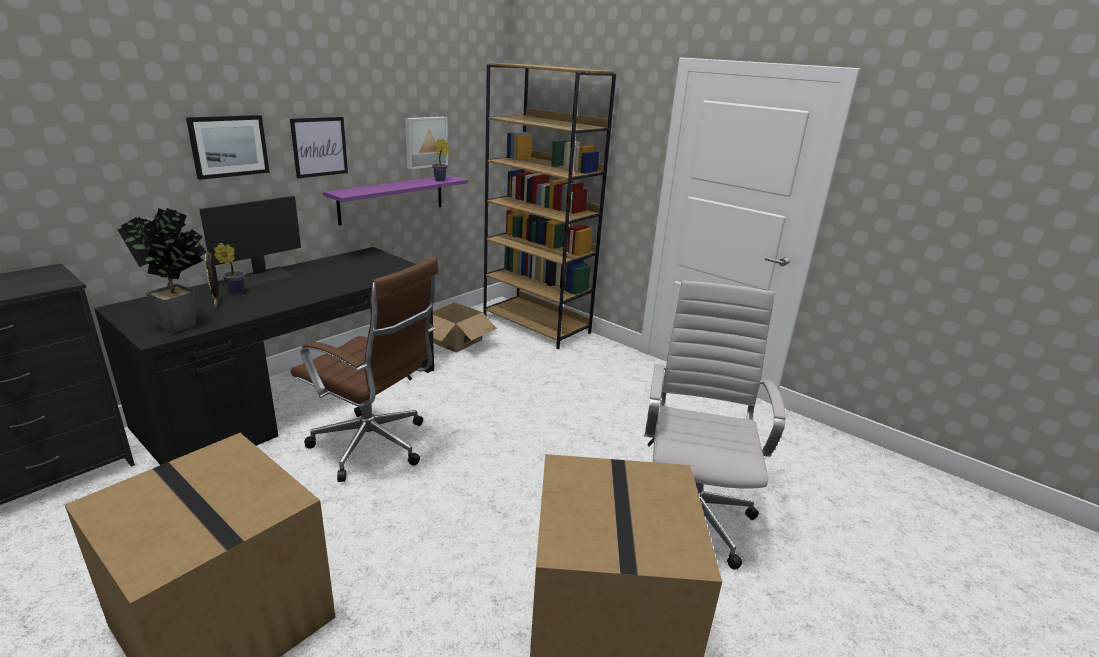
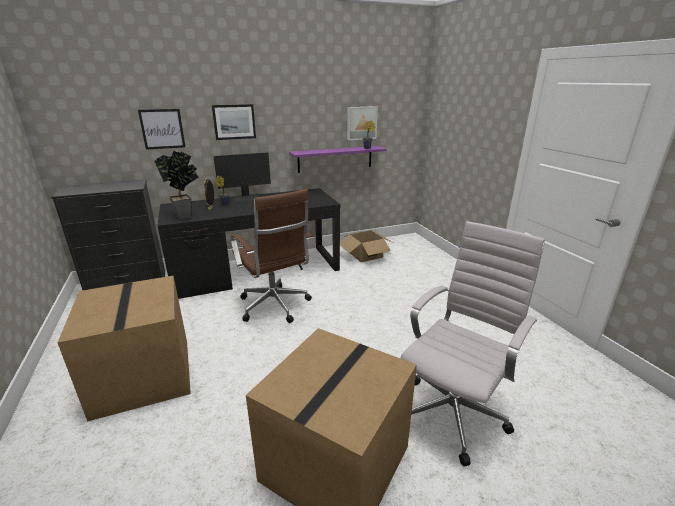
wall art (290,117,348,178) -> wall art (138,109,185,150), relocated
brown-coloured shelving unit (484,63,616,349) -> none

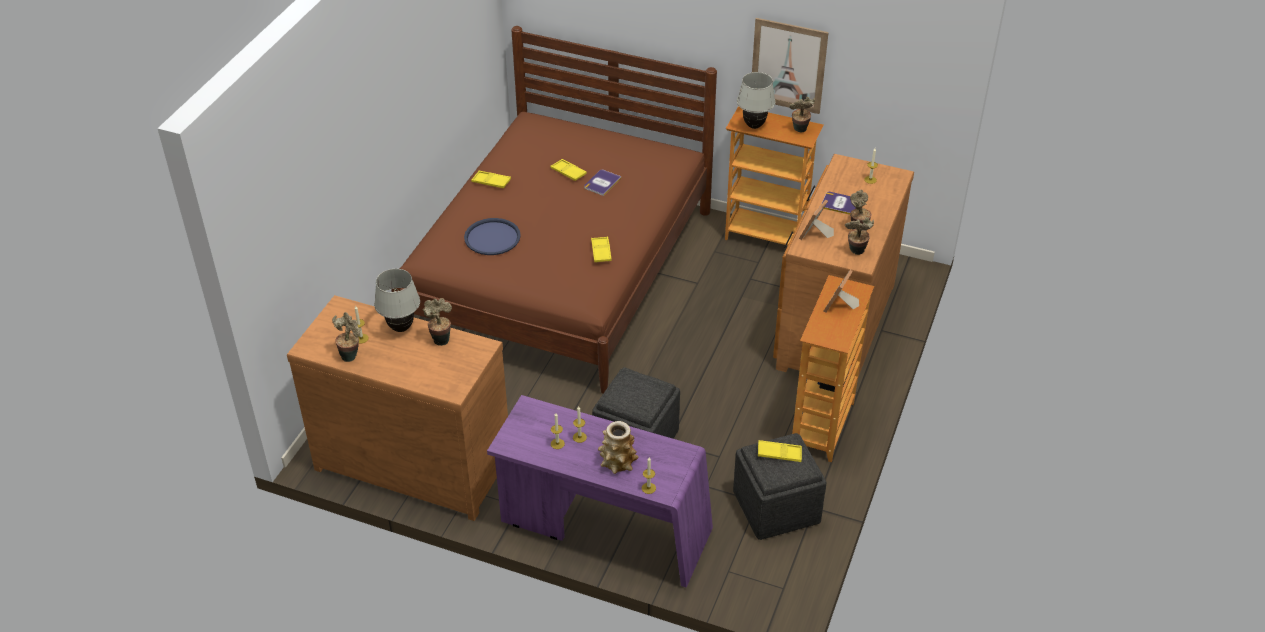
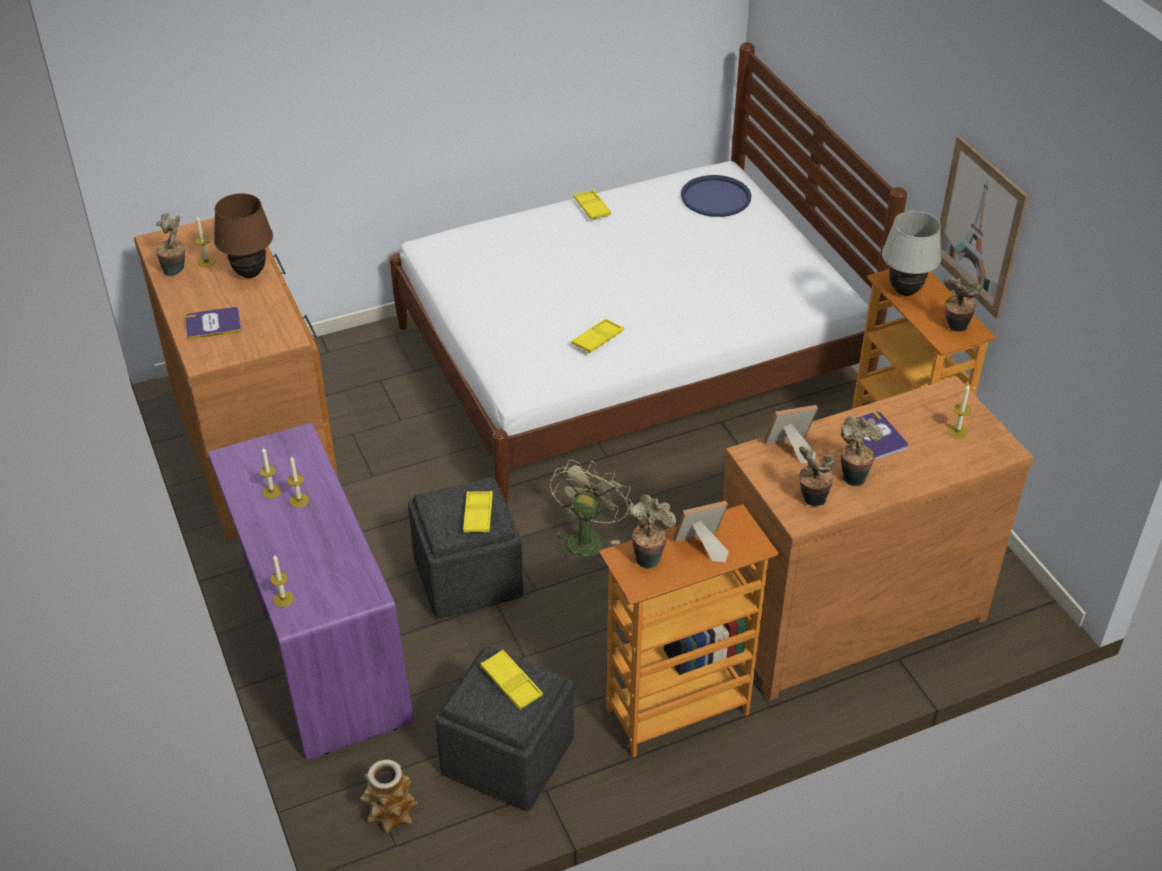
white tabletop lamp (374,269,420,332) -> brown-coloured tabletop lamp (214,193,273,278)
brown-coloured bedroom bed (391,26,717,394) -> white bedroom bed (390,42,907,506)
houseplant (423,298,452,346) -> houseplant (630,494,676,569), relocated
blue serving tray (464,218,521,255) -> blue serving tray (681,175,751,217), relocated
yellow serving tray (550,159,587,181) -> yellow serving tray (463,491,493,533), relocated
volume (584,170,621,196) -> volume (185,307,242,340), relocated
flower vase (598,421,639,474) -> flower vase (360,760,418,833), relocated
none -> greenish fan (550,460,631,563)

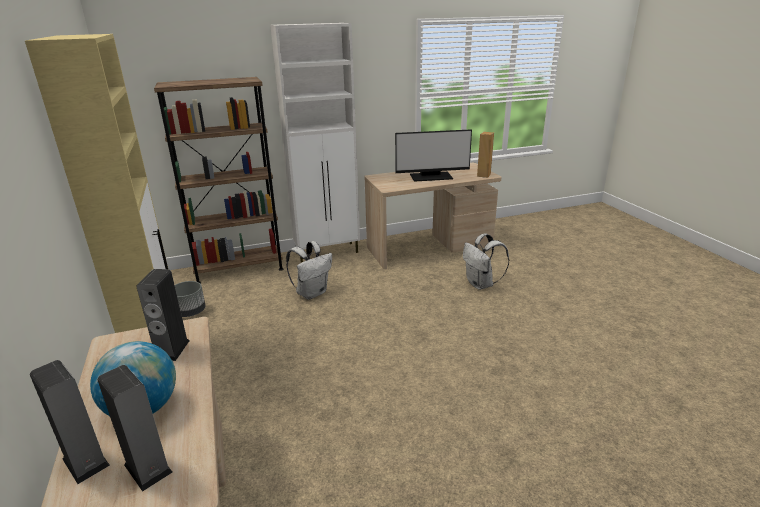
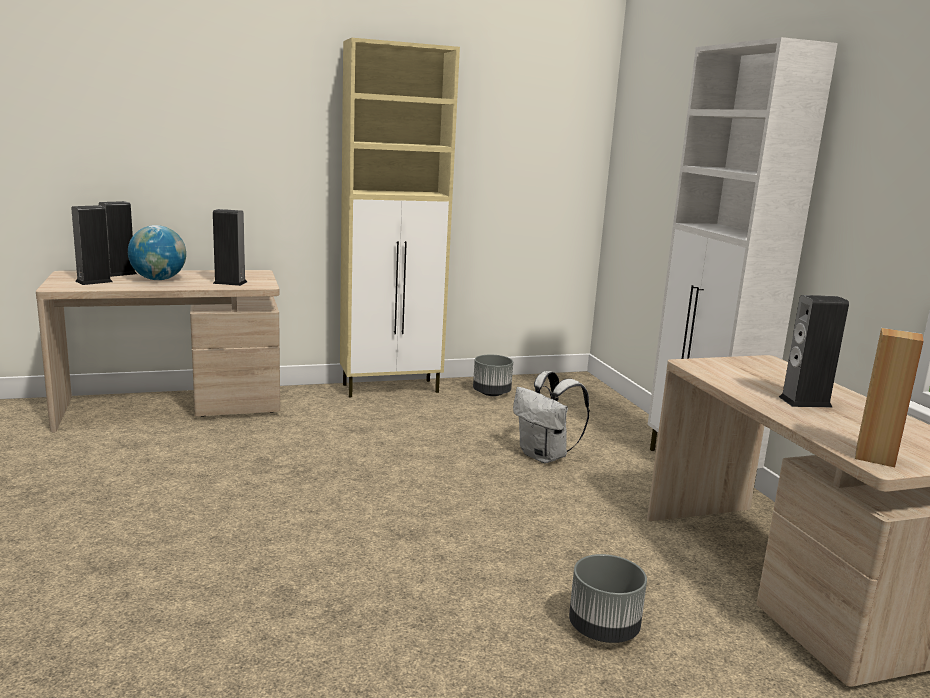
brown-coloured shelving unit (154,77,284,284) -> none
computer screen (395,129,472,182) -> audio speaker (779,295,849,407)
white backpack (463,233,509,290) -> grey planter (569,554,647,643)

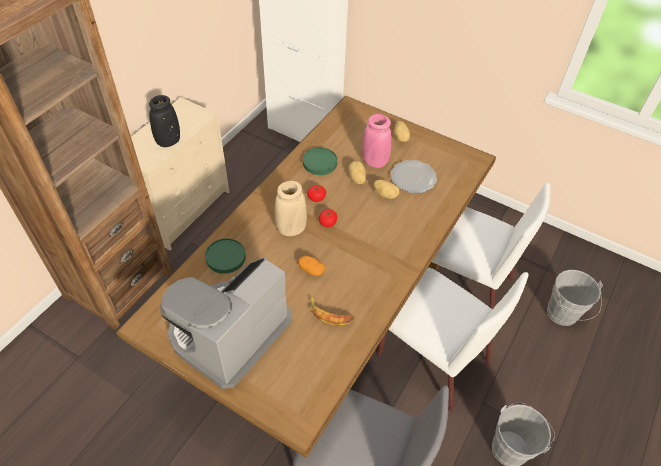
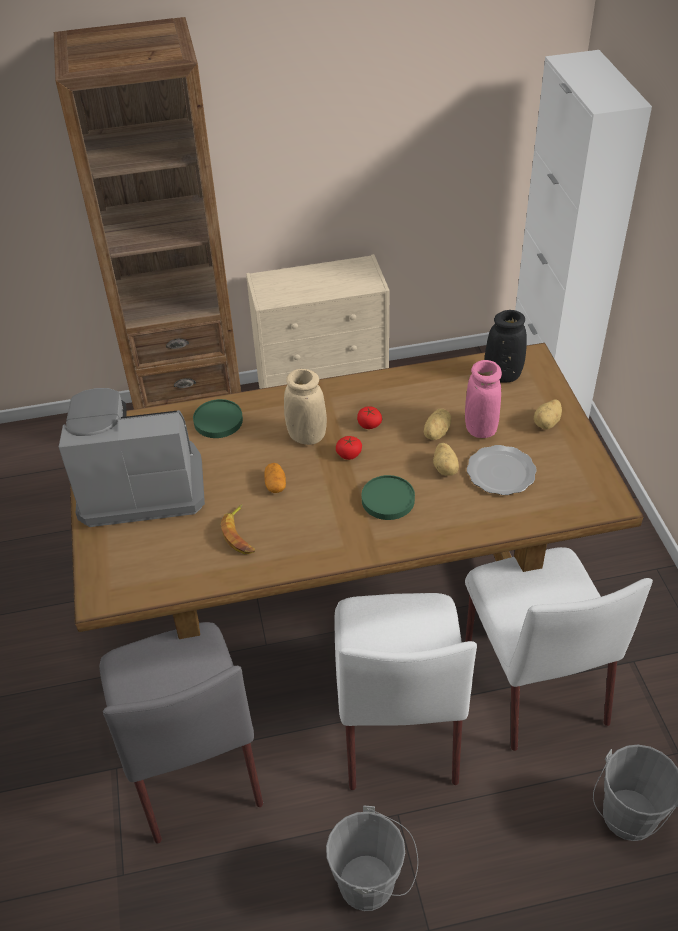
blackish flower vase (149,95,180,147) -> blackish flower vase (485,310,527,382), relocated
greenish dinner plate (303,147,337,175) -> greenish dinner plate (362,475,415,520), relocated

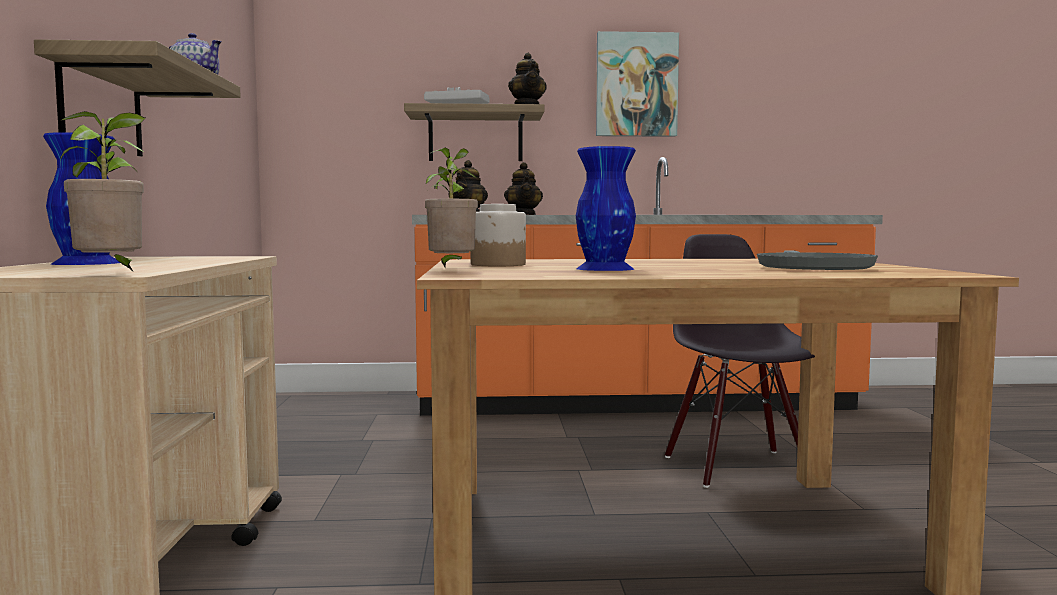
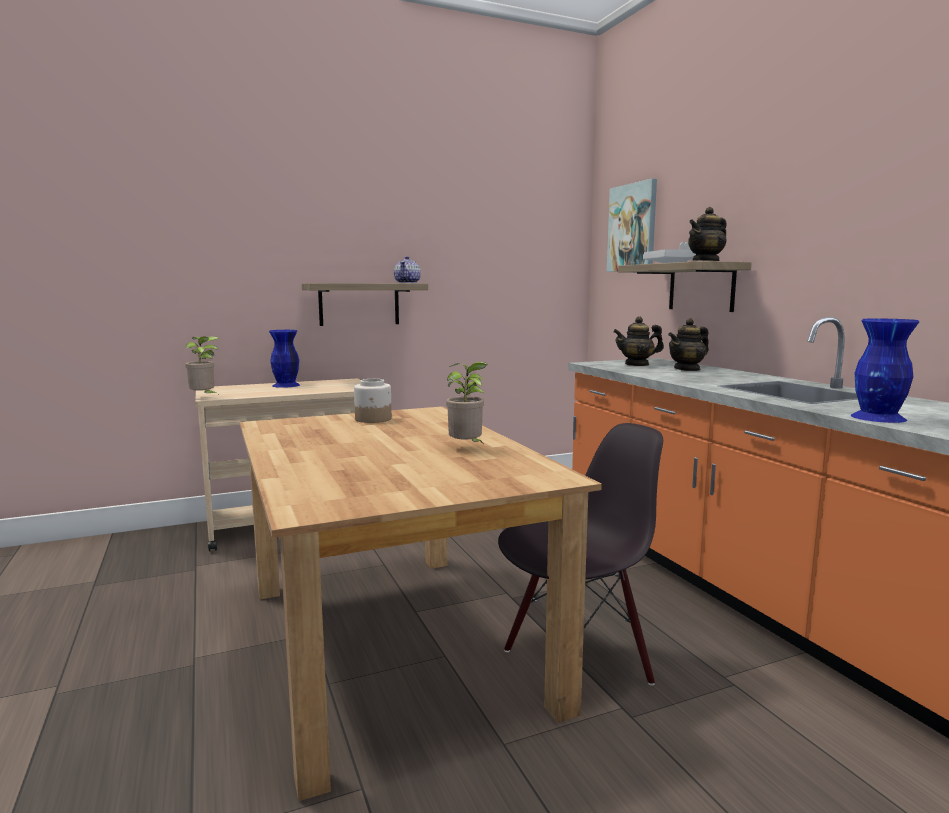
houseplant (425,148,478,267) -> houseplant (446,362,488,443), relocated
blue flower vase (576,146,636,271) -> blue flower vase (850,318,919,423), relocated
wall art (596,31,679,137) -> wall art (607,179,657,272), relocated
grey skillet (757,250,878,270) -> none

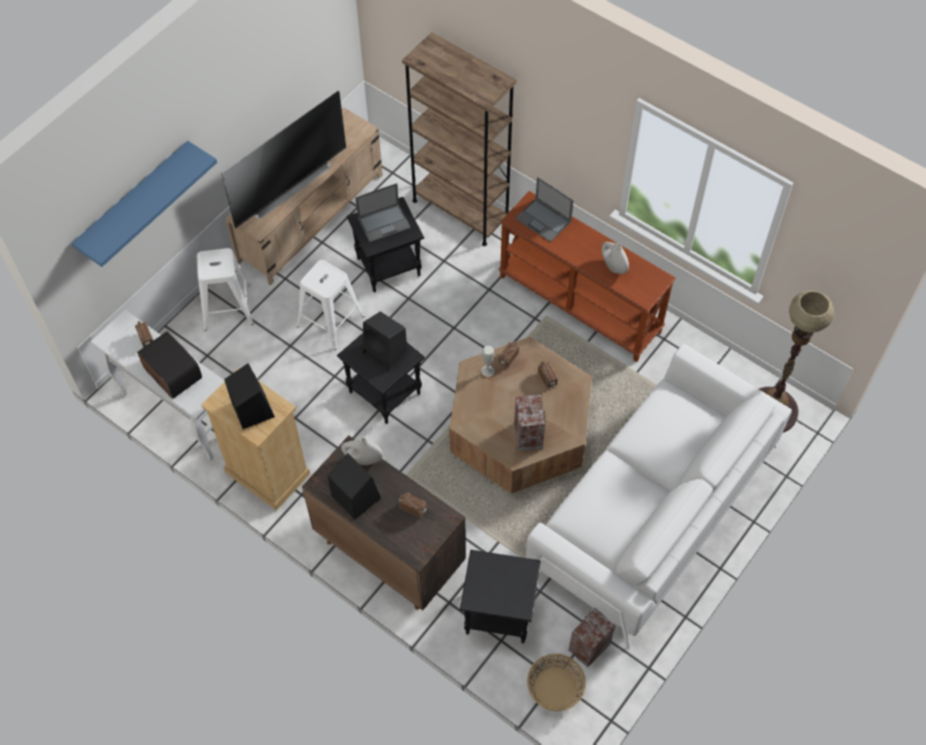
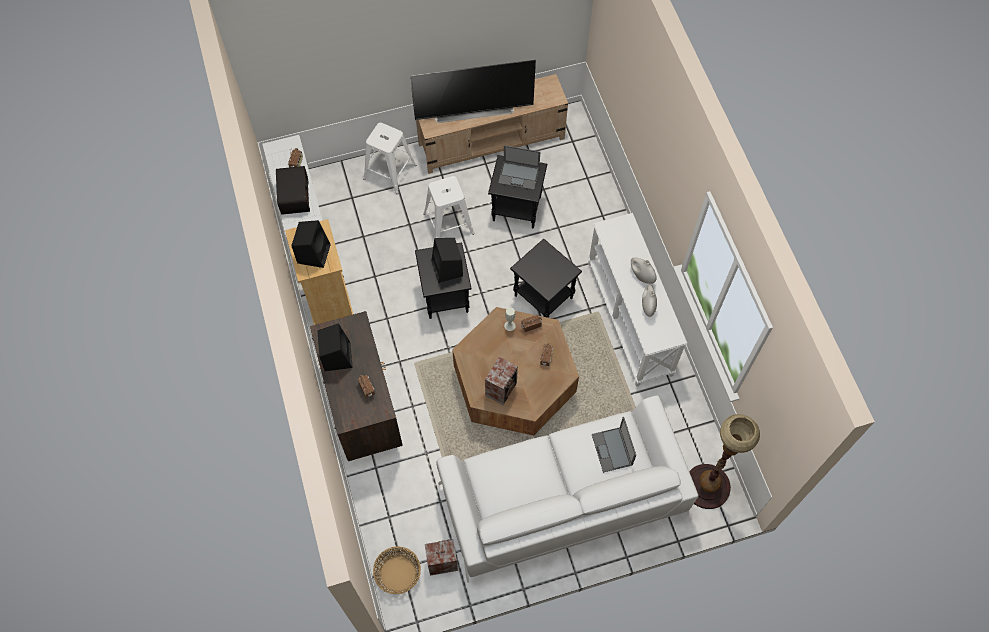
blue wall shelf (71,141,217,267) -> none
white flower vase (341,438,384,465) -> white flower vase (631,257,657,284), relocated
brown-coloured shelving unit (402,32,517,246) -> none
blackish end table (460,550,541,643) -> blackish end table (510,239,582,318), relocated
brown-coloured narrow table (499,191,675,362) -> white narrow table (588,213,687,387)
notebook computer (515,177,573,242) -> notebook computer (592,417,636,473), relocated

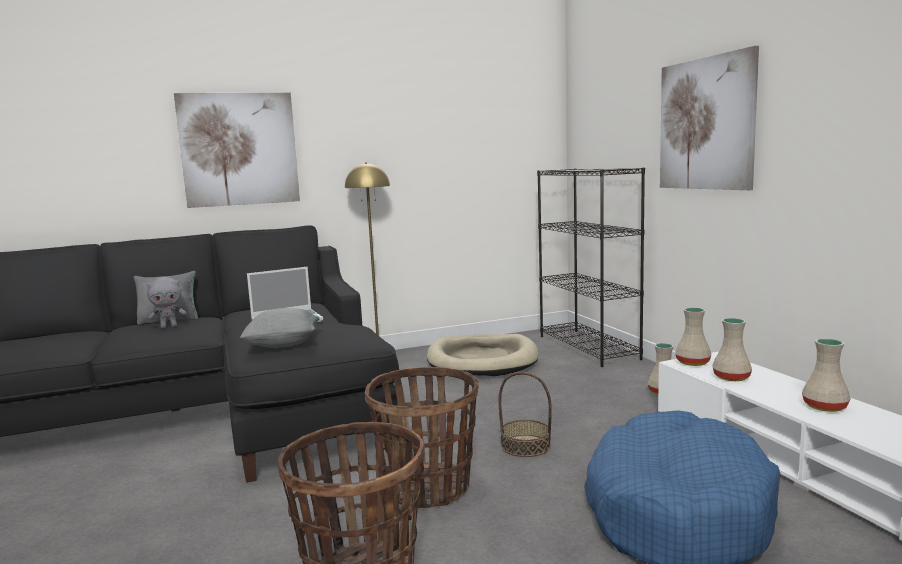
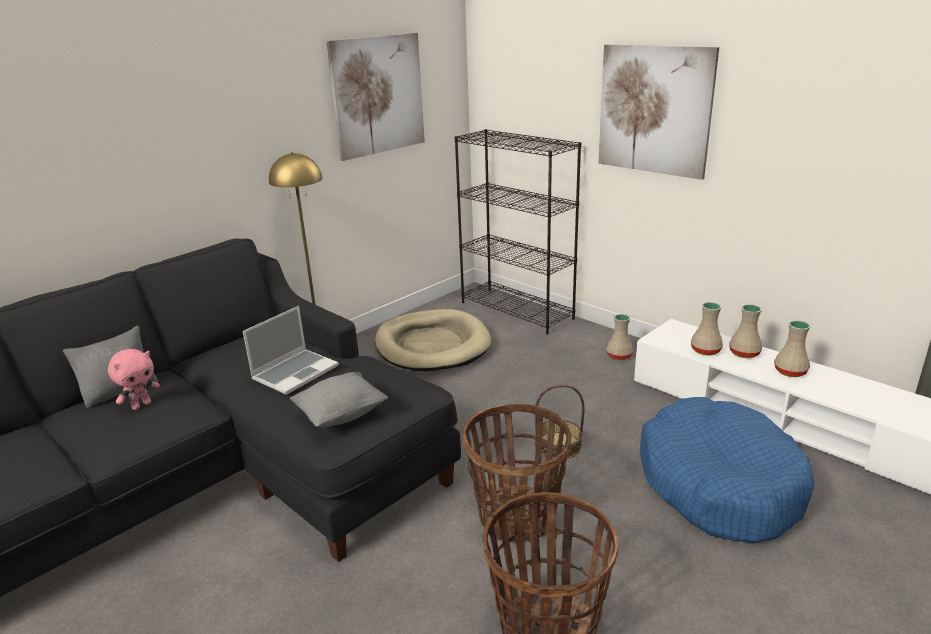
grey cuddly toy (147,277,187,328) -> pink-coloured cuddly toy (108,349,160,410)
wall art (174,93,300,208) -> wall art (326,33,425,161), relocated
beige-coloured flower vase (675,307,711,366) -> beige-coloured flower vase (729,304,762,358), relocated

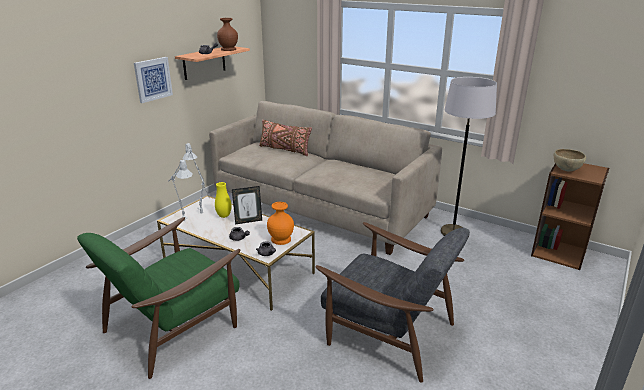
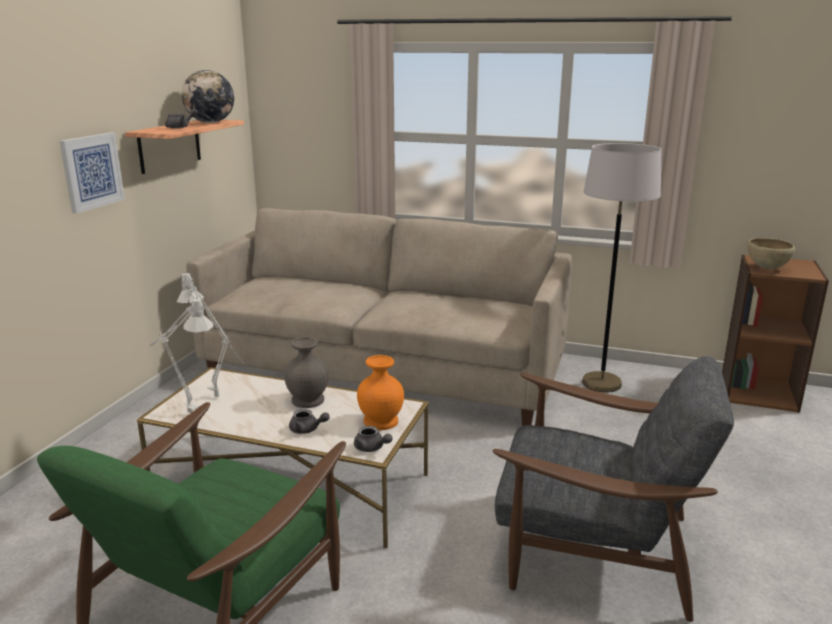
yellow flower vase (215,182,232,218) -> none
brown-coloured flower vase (217,18,238,51) -> globe (182,70,234,123)
standing frame (232,186,262,224) -> grey flower vase (284,337,329,408)
brown-coloured cushion (259,120,312,156) -> none

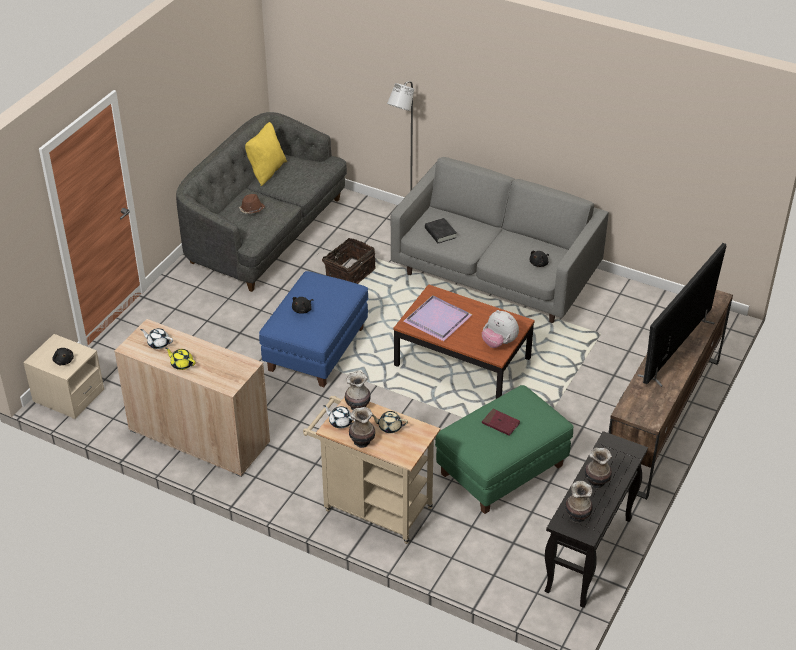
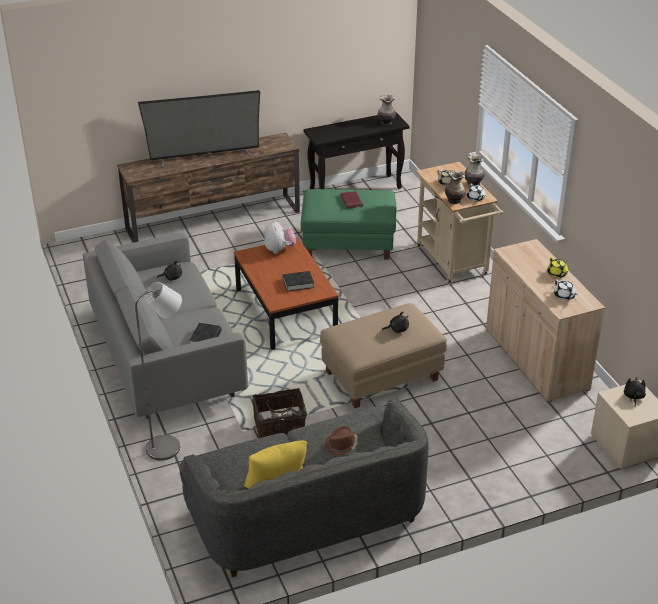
blue footrest (259,271,369,387) -> beige-coloured footrest (320,303,447,408)
purple-coloured serving tray (404,295,472,341) -> blackish volume (283,271,314,292)
flower vase (585,447,612,488) -> none

